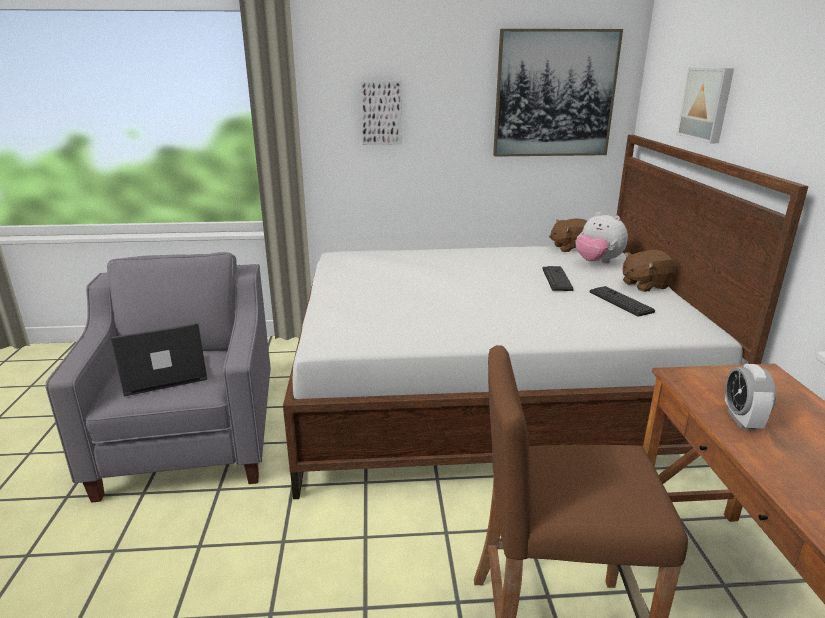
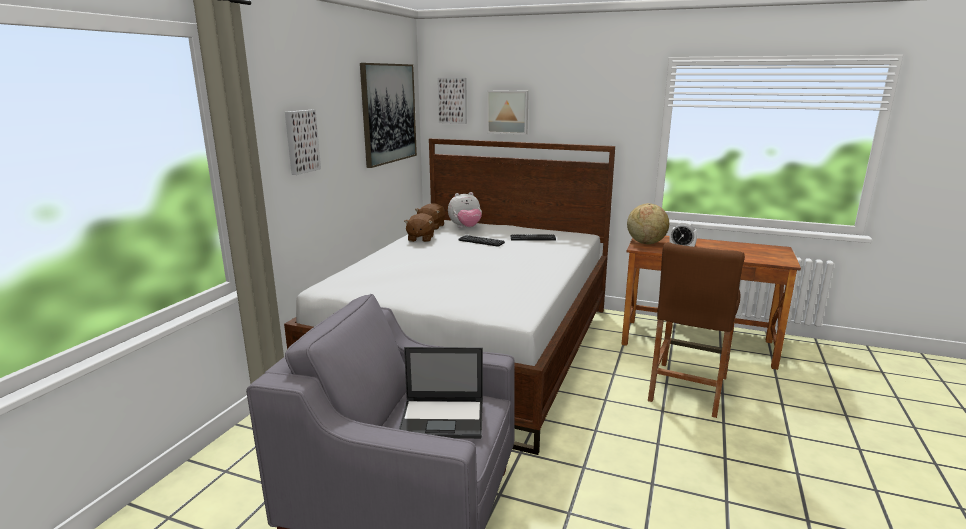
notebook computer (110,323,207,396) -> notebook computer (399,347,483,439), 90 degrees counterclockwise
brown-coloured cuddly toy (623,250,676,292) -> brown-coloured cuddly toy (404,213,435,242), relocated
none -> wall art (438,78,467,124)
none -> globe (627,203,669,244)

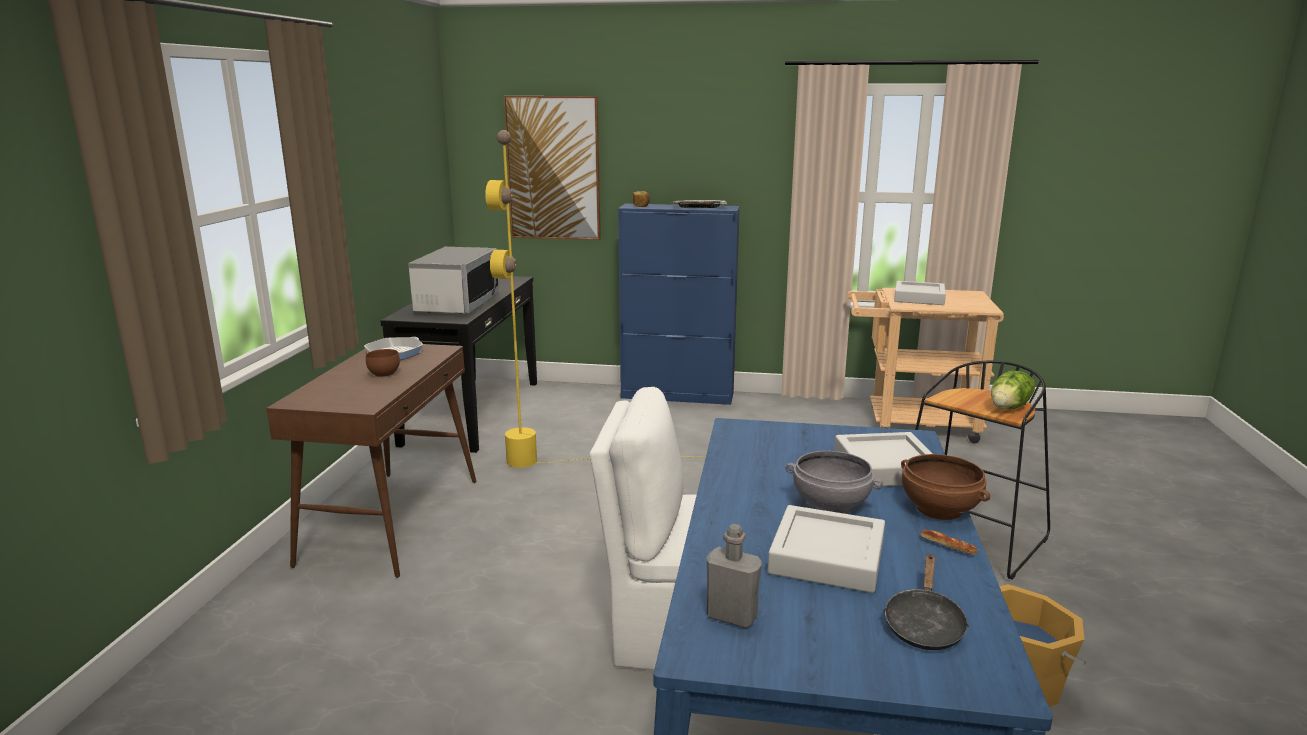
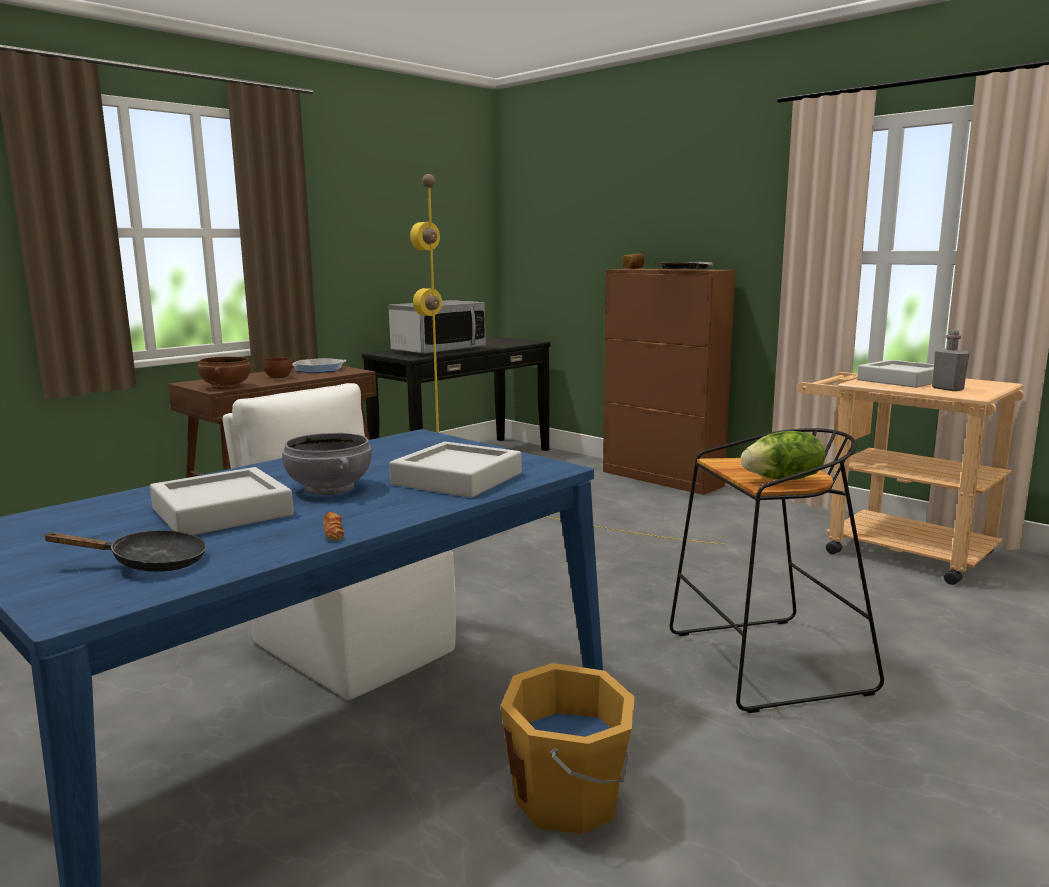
wall art (504,96,601,240) -> none
blue cupboard (618,204,740,405) -> brown-coloured cupboard (603,268,736,495)
grey drink bottle (707,524,762,628) -> grey drink bottle (932,330,969,391), relocated
blackish skillet (883,554,969,650) -> blackish skillet (43,530,207,572), 150 degrees counterclockwise
brown-coloured serving bowl (901,454,990,520) -> brown-coloured serving bowl (198,356,251,389), relocated

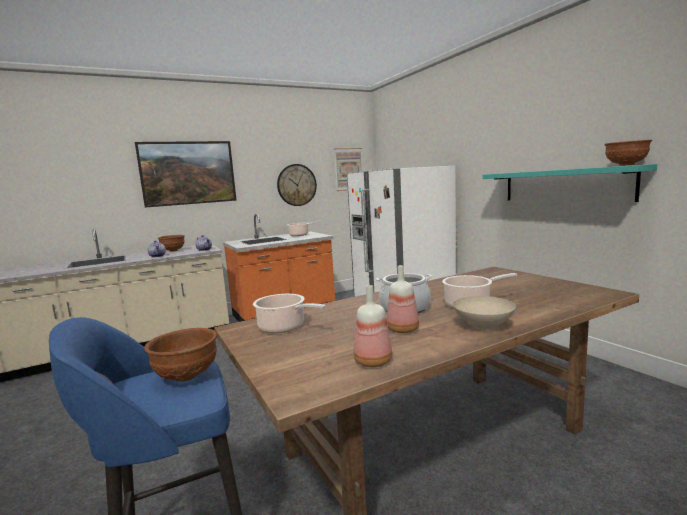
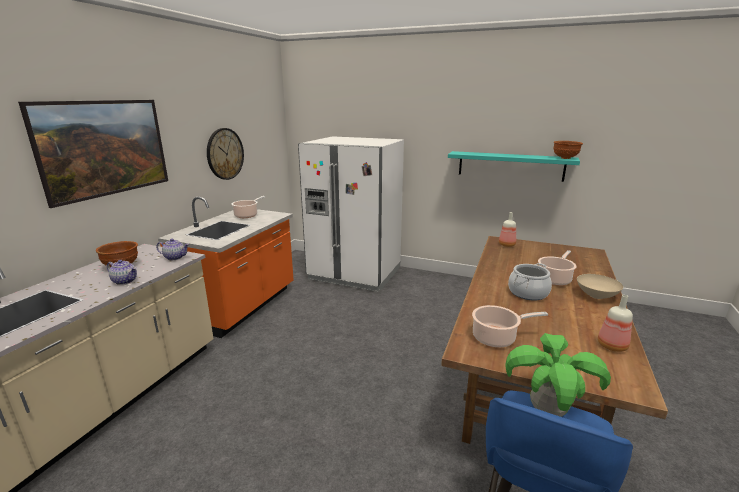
brown-coloured serving bowl (144,328,217,382) -> houseplant (505,333,611,417)
wall art (334,148,363,191) -> none
drink bottle (387,265,419,333) -> drink bottle (499,212,516,247), relocated

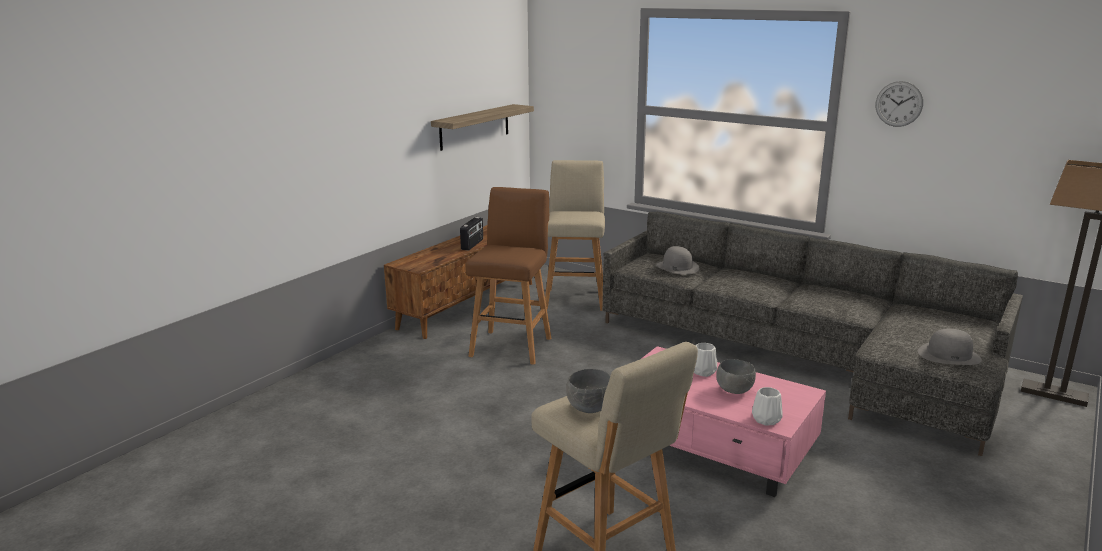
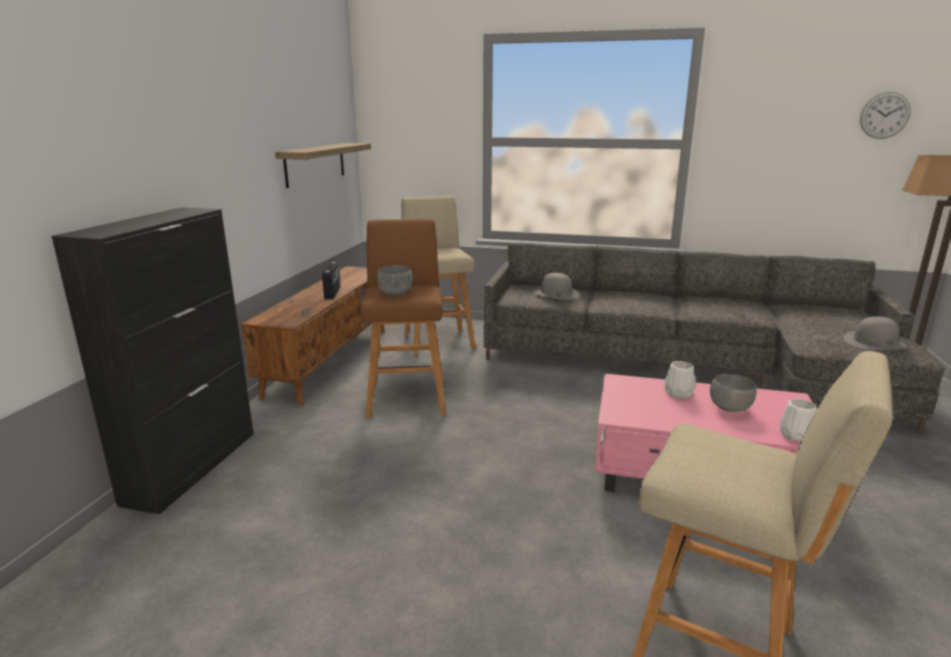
grey serving bowl (566,369,610,413) -> grey serving bowl (377,265,413,295), relocated
hanging clock (876,81,923,127) -> hanging clock (860,92,911,139), relocated
none -> blackish cupboard (51,207,254,514)

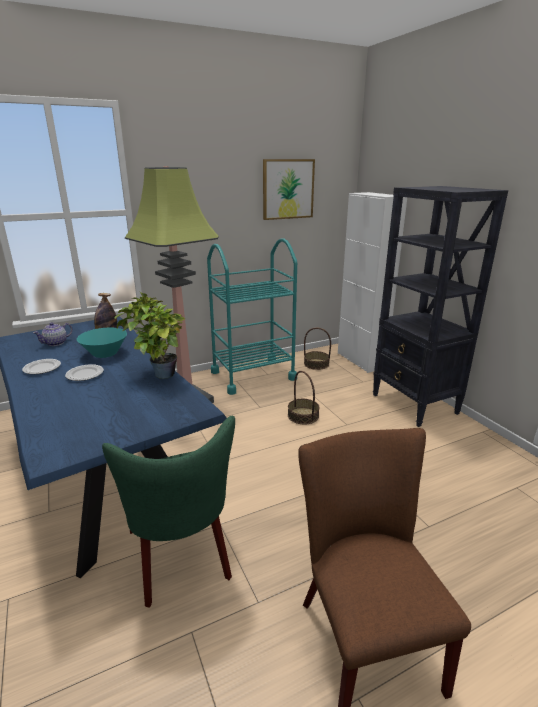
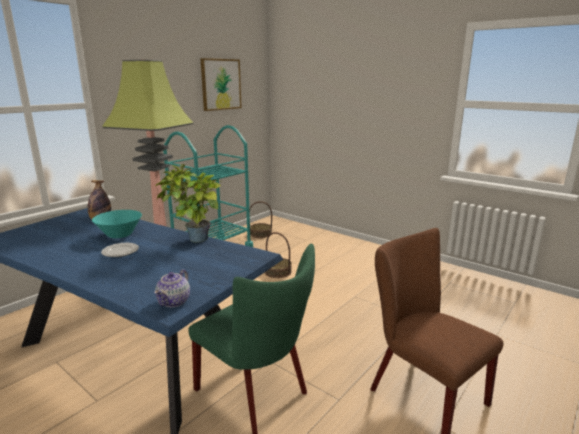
dinner plate (22,359,61,374) -> none
pot for tea (33,322,73,346) -> pot for tea (154,269,190,307), relocated
white cupboard (338,192,407,373) -> none
blackish shelving unit (373,186,508,427) -> none

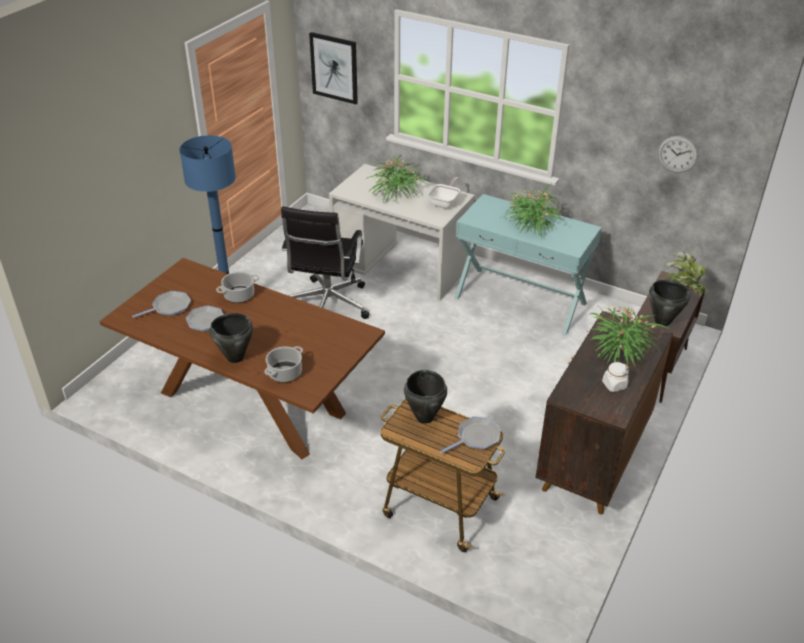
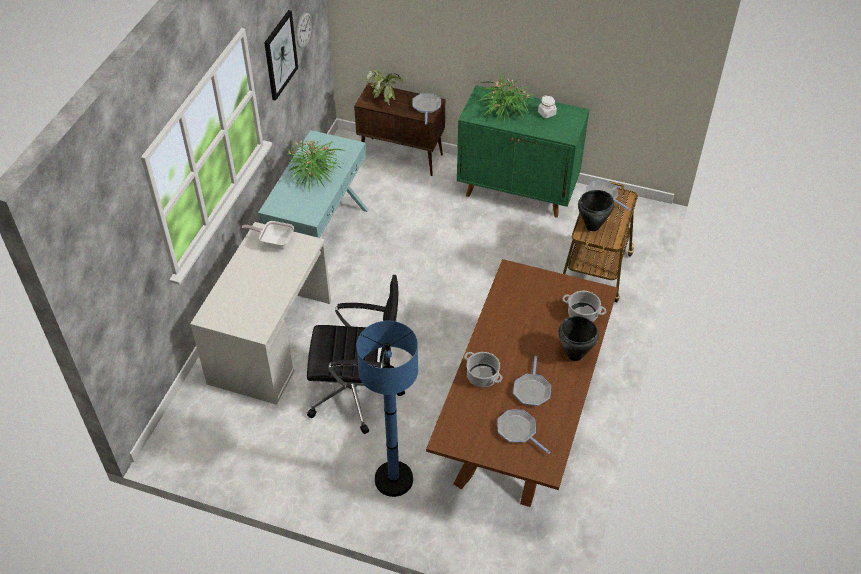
wall art (309,32,358,104) -> wall art (264,10,298,101), relocated
houseplant (367,155,429,202) -> none
brown-coloured cupboard (535,312,673,514) -> greenish cupboard (457,85,590,217)
blackish cooking pot (649,280,690,326) -> skillet (412,93,441,125)

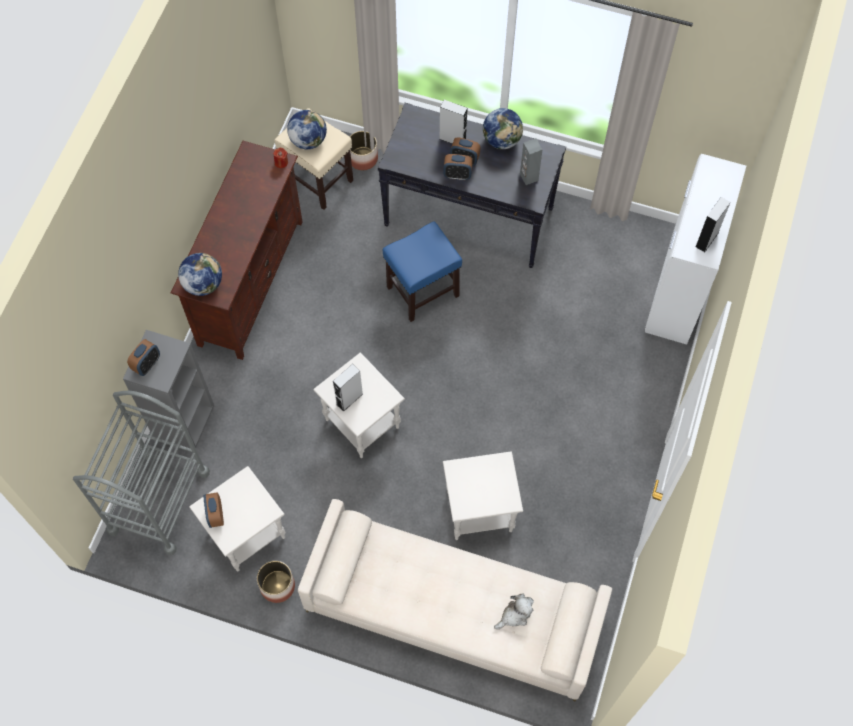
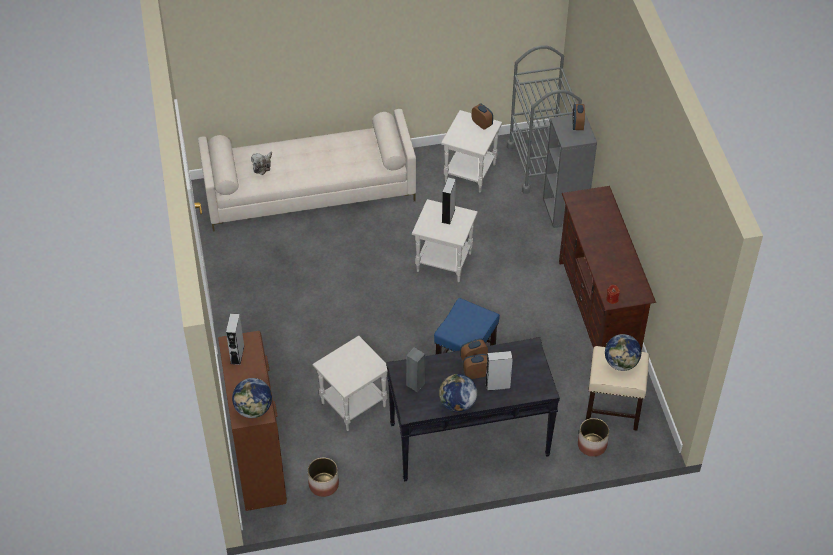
globe (178,253,222,296) -> globe (232,378,272,418), relocated
planter (257,561,295,603) -> planter (308,458,339,497), relocated
white end table (443,451,523,540) -> white end table (313,336,387,431), relocated
white cupboard (645,154,746,345) -> brown-coloured cupboard (218,331,287,511)

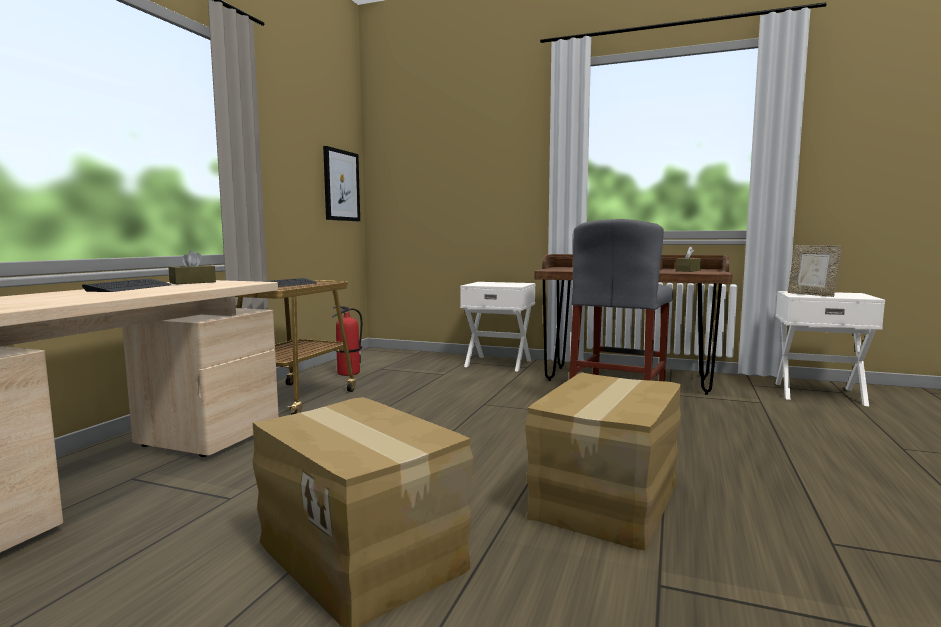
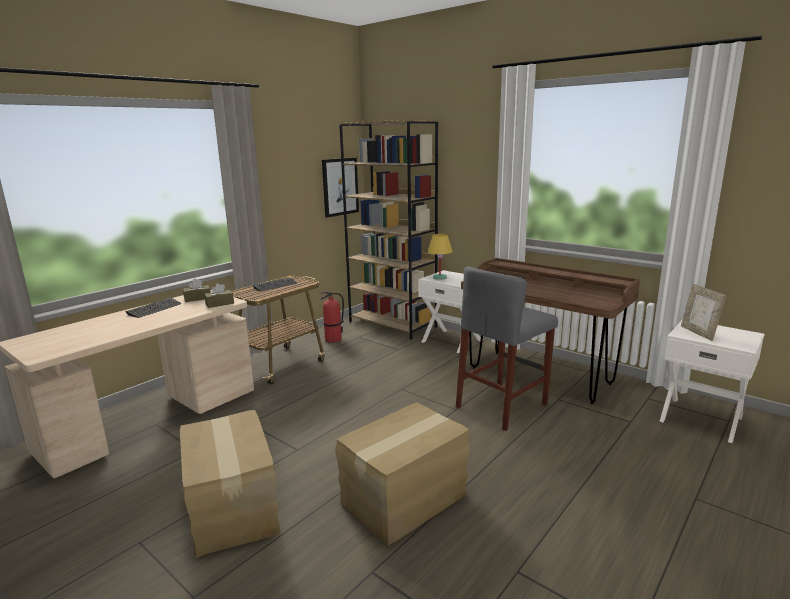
brown-coloured tissue box (675,246,701,272) -> brown-coloured tissue box (204,283,234,308), relocated
none -> brown-coloured shelving unit (339,120,438,340)
none -> yellow tabletop lamp (428,234,453,280)

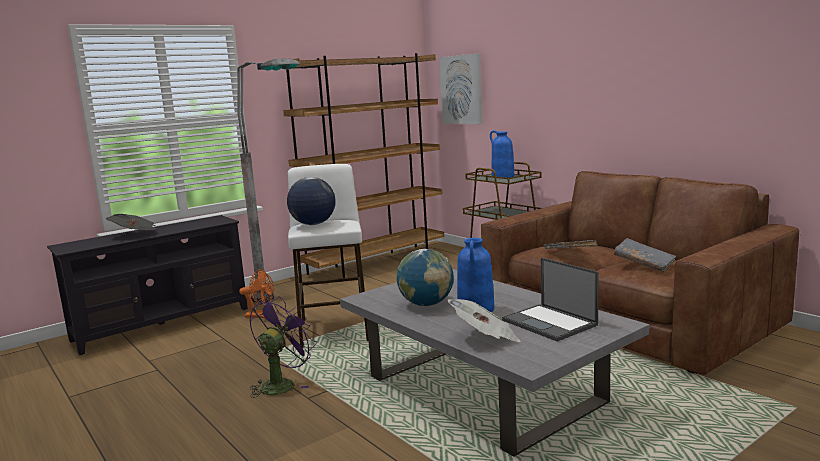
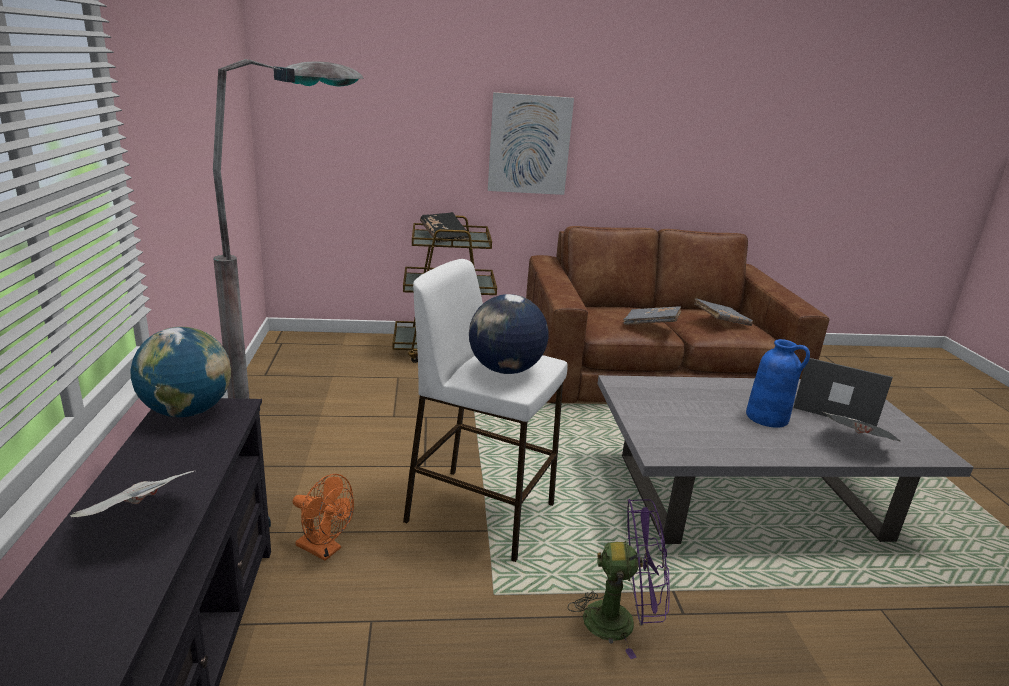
orange fan (239,269,274,318) -> orange fan (293,474,354,561), 75 degrees clockwise
purple-coloured fan (249,296,317,398) -> purple-coloured fan (568,499,670,659), 120 degrees clockwise
brown-coloured shelving unit (283,53,444,278) -> none
globe (397,249,454,306) -> globe (130,327,231,417), relocated
wall art (439,53,482,124) -> wall art (488,92,574,195), relocated
blue flower vase (490,130,514,178) -> blackish volume (420,212,469,243)
notebook computer (502,257,598,342) -> notebook computer (793,358,893,426), 150 degrees counterclockwise

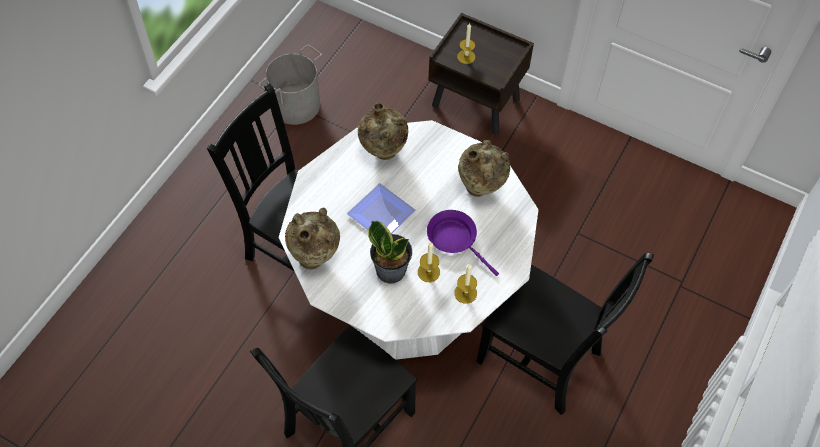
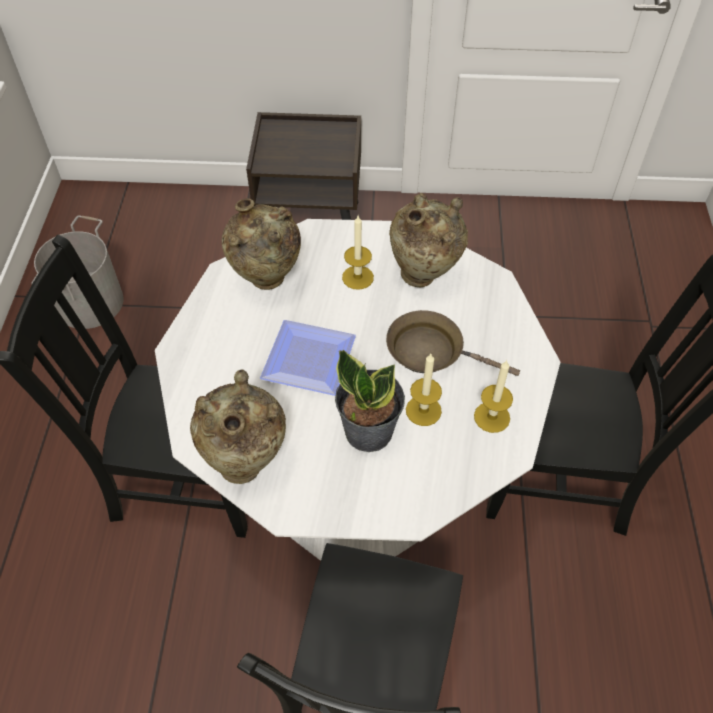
purple-coloured skillet (427,210,499,276) -> brown-coloured skillet (386,310,520,376)
candle (457,23,475,64) -> candle (342,216,374,290), relocated

